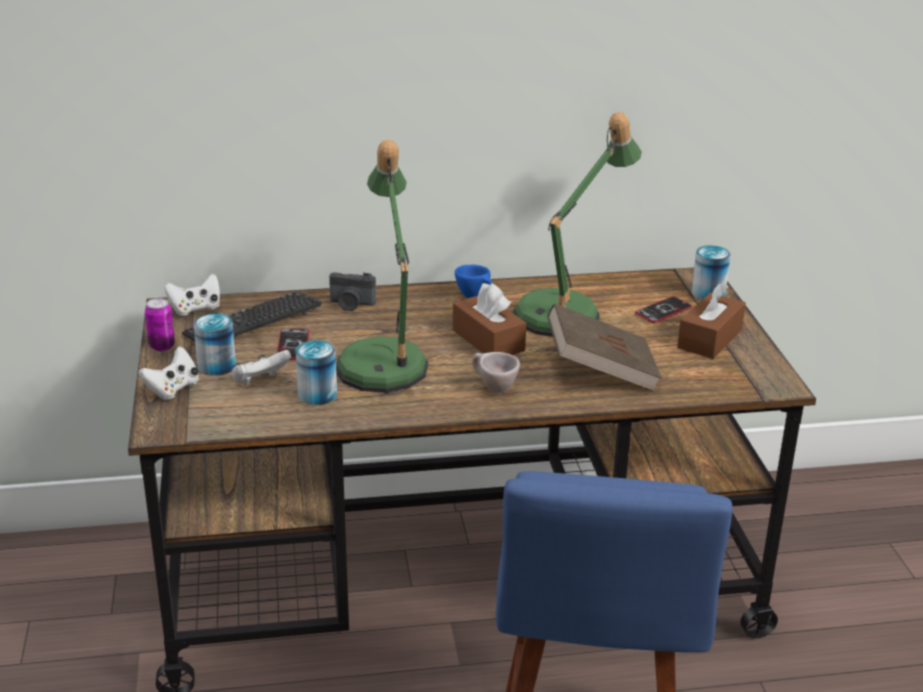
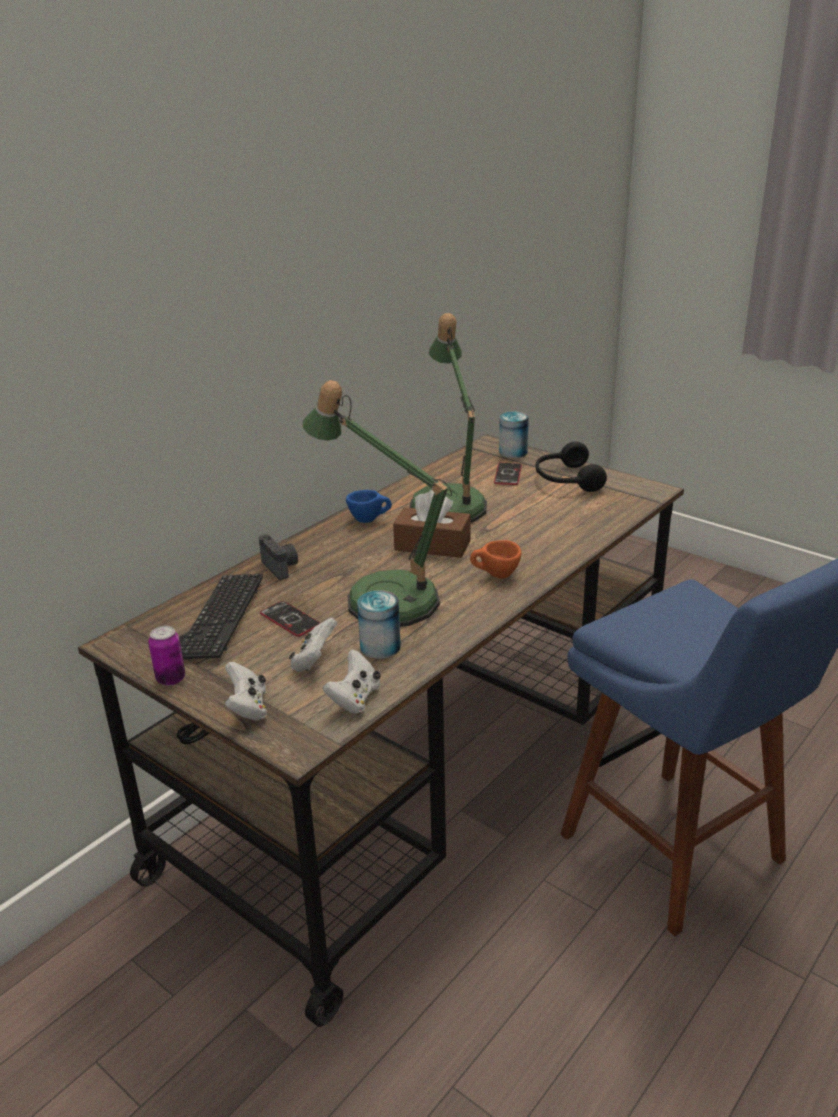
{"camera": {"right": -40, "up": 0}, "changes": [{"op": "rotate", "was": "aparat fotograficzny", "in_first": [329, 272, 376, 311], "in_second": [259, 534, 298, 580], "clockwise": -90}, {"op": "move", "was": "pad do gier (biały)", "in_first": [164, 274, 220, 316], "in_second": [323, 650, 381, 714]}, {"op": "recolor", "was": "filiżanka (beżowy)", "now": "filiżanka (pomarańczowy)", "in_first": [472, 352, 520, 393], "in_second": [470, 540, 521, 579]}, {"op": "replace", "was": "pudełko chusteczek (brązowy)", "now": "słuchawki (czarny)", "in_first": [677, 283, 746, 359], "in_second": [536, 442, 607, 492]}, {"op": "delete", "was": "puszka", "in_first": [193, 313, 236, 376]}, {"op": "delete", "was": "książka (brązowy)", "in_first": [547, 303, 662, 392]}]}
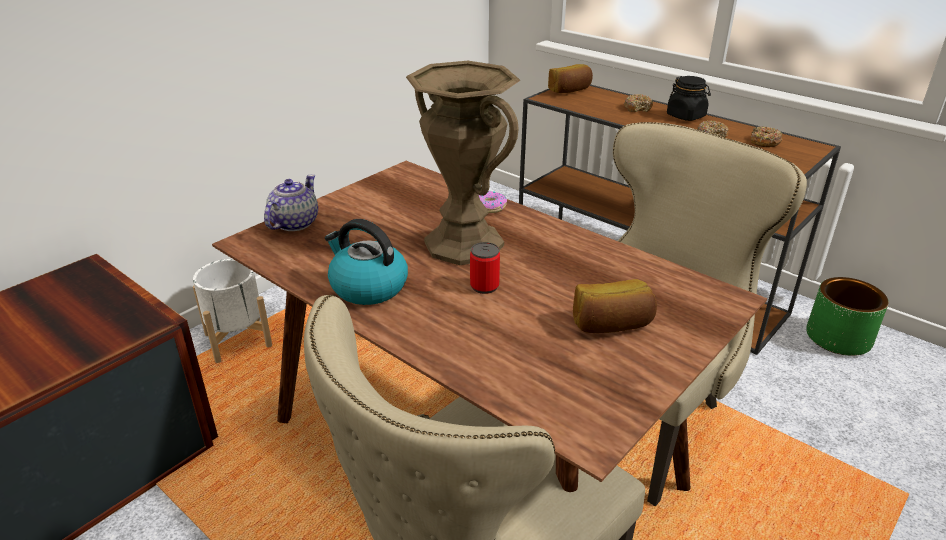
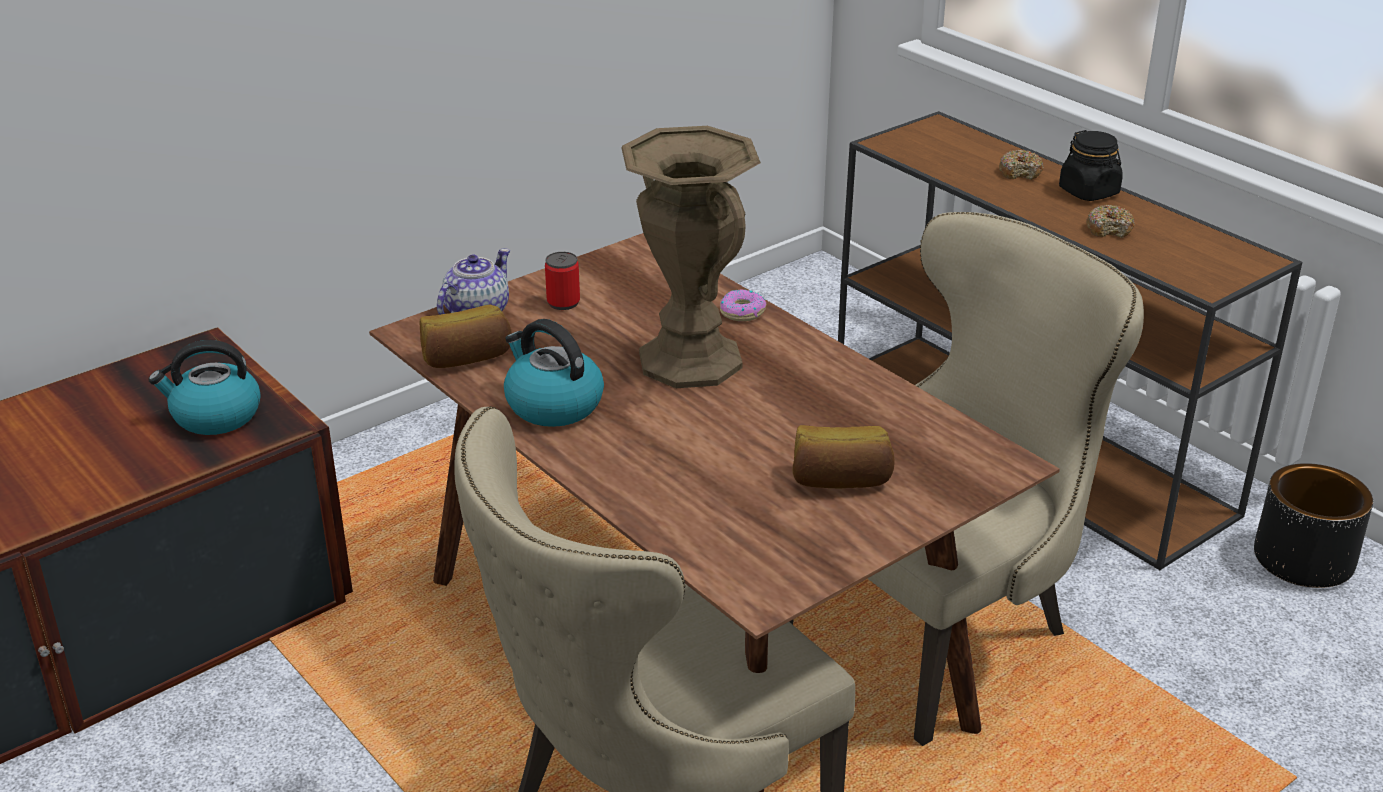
{"camera": {"right": 10, "up": 0}, "changes": [{"op": "insert", "now": "czajnik", "in_second": [149, 340, 261, 435]}, {"op": "move", "was": "chleb", "in_first": [548, 64, 593, 93], "in_second": [420, 304, 512, 368]}, {"op": "move", "was": "puszka", "in_first": [470, 242, 500, 294], "in_second": [545, 252, 580, 310]}, {"op": "recolor", "was": "donica (zielony)", "now": "donica (czarny)", "in_first": [806, 277, 889, 356], "in_second": [1254, 463, 1373, 588]}, {"op": "delete", "was": "donica (biały)", "in_first": [193, 259, 272, 363]}, {"op": "delete", "was": "donut", "in_first": [751, 126, 783, 147]}]}
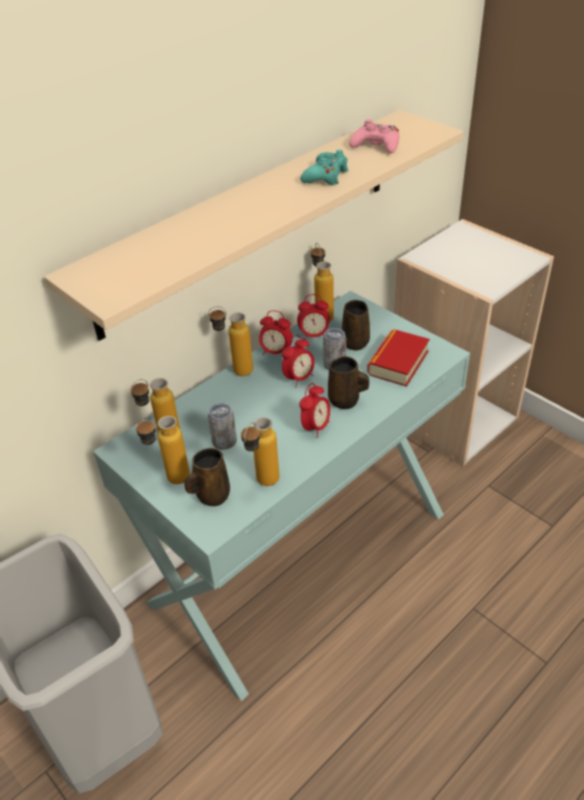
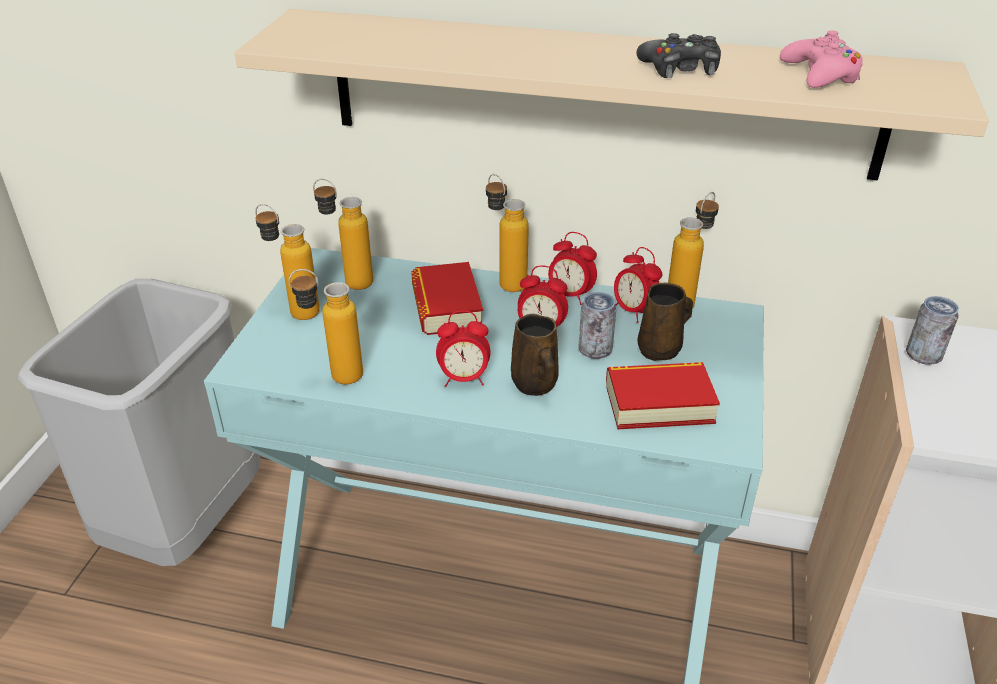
{"camera": {"right": 55, "up": -5}, "changes": [{"op": "insert", "now": "książka", "in_second": [411, 262, 483, 335]}, {"op": "rotate", "was": "budzik", "in_first": [259, 310, 293, 355], "in_second": [548, 232, 597, 305], "clockwise": -45}, {"op": "recolor", "was": "pad do gier (turkusowy)", "now": "pad do gier (czarny)", "in_first": [300, 150, 349, 185], "in_second": [637, 33, 721, 78]}, {"op": "move", "was": "puszka", "in_first": [208, 403, 237, 450], "in_second": [906, 296, 959, 365]}, {"op": "delete", "was": "kubek (brązowy)", "in_first": [184, 448, 230, 506]}]}
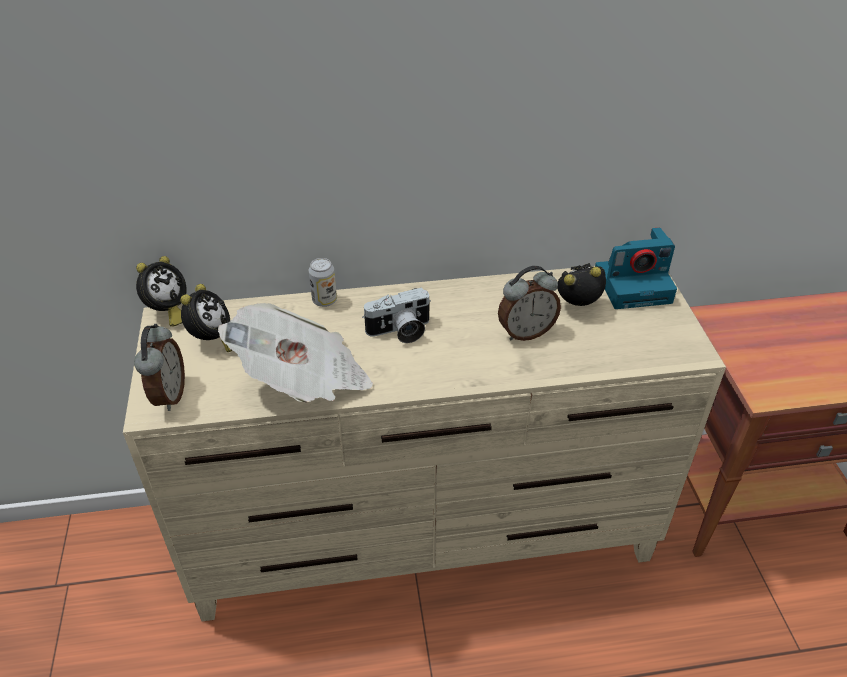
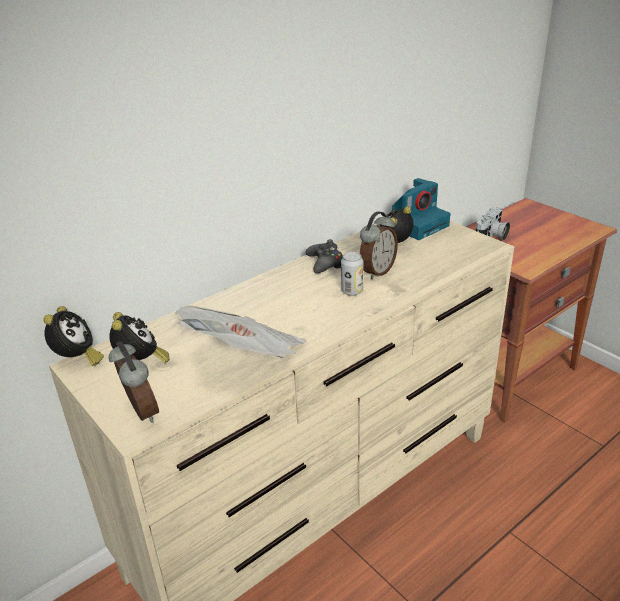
{"camera": {"right": -30, "up": -10}, "changes": [{"op": "insert", "now": "pad do gier (czarny)", "in_second": [306, 239, 343, 273]}, {"op": "move", "was": "puszka", "in_first": [309, 258, 337, 307], "in_second": [341, 252, 363, 296]}, {"op": "move", "was": "aparat fotograficzny", "in_first": [362, 287, 431, 343], "in_second": [476, 208, 510, 240]}]}
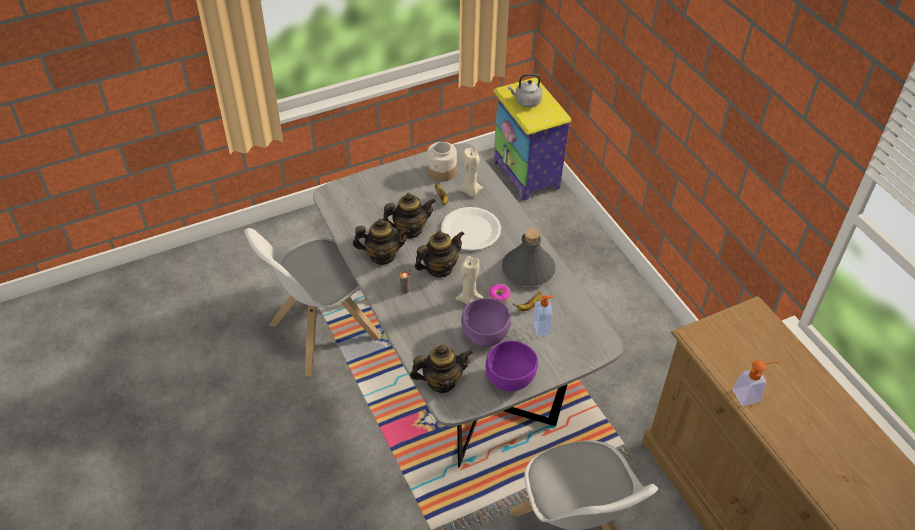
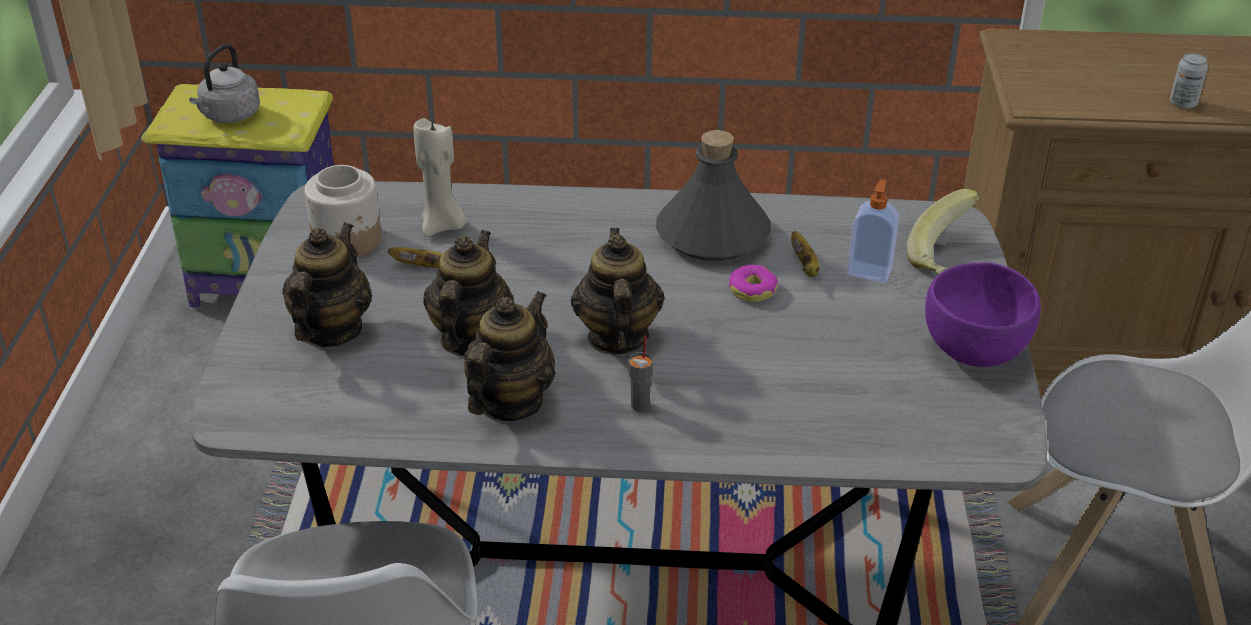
{"camera": {"right": -60, "up": -10}, "changes": [{"op": "move", "was": "imbryk", "in_first": [410, 345, 473, 393], "in_second": [282, 223, 372, 347]}, {"op": "insert", "now": "banan", "in_second": [906, 189, 980, 275]}, {"op": "replace", "was": "dozownik mydła", "now": "puszka", "in_first": [733, 360, 779, 406], "in_second": [1170, 53, 1208, 109]}, {"op": "delete", "was": "talerz (biały)", "in_first": [441, 207, 501, 250]}, {"op": "delete", "was": "świeca (beżowy)", "in_first": [455, 256, 483, 305]}, {"op": "delete", "was": "miska (fioletowy)", "in_first": [461, 298, 511, 347]}]}
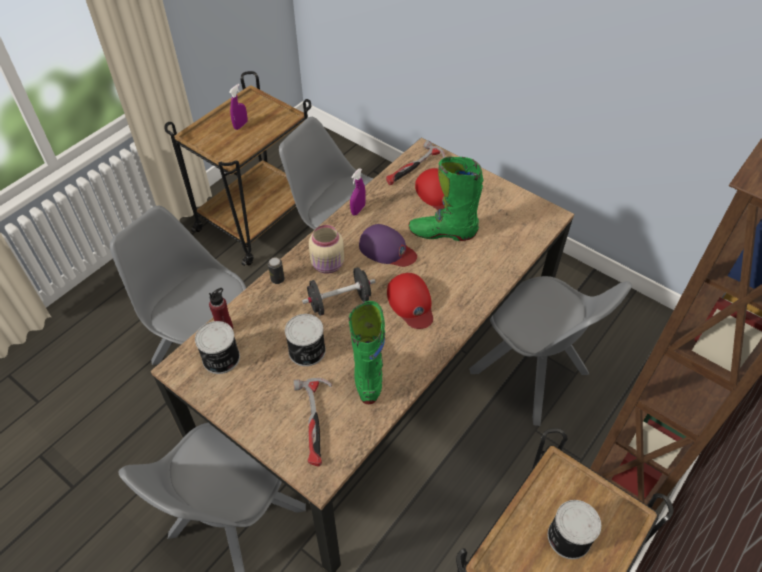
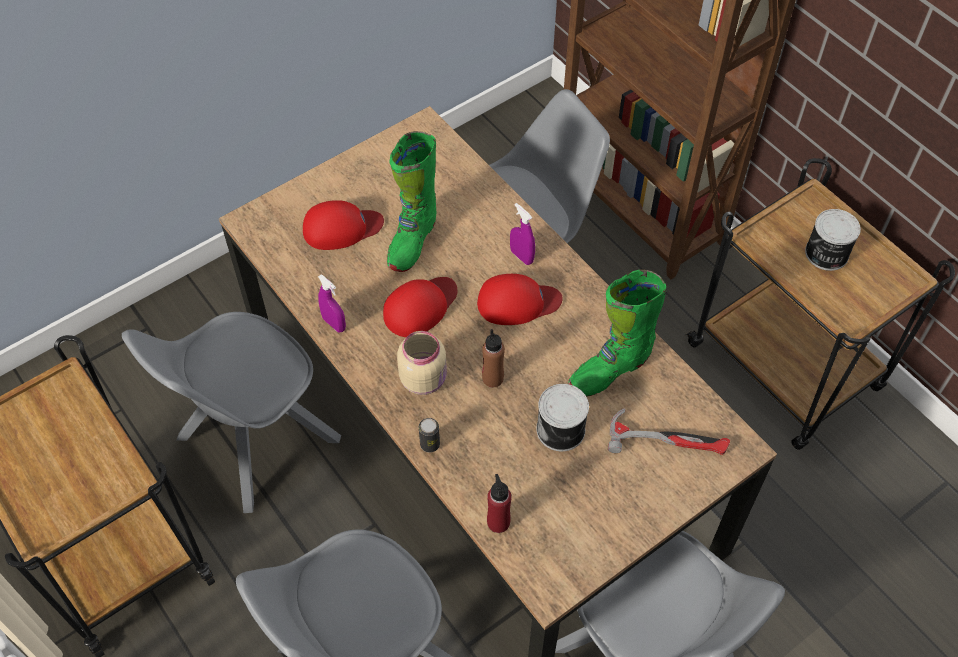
{"camera": {"right": -75, "up": 5}, "changes": [{"op": "recolor", "was": "czapka z daszkiem (fioletowy)", "now": "czapka z daszkiem (czerwony)", "in_first": [359, 224, 417, 267], "in_second": [383, 277, 457, 337]}, {"op": "replace", "was": "hantel (czarny)", "now": "butelka (brązowy)", "in_first": [302, 267, 376, 316], "in_second": [482, 329, 505, 387]}, {"op": "move", "was": "spryskiwacz (fioletowy)", "in_first": [229, 84, 248, 130], "in_second": [510, 203, 535, 265]}, {"op": "rotate", "was": "but z cholewką (zielony)", "in_first": [349, 301, 385, 404], "in_second": [568, 269, 666, 397], "clockwise": -45}, {"op": "delete", "was": "puszka", "in_first": [195, 321, 240, 374]}, {"op": "delete", "was": "młotek", "in_first": [386, 140, 445, 185]}]}
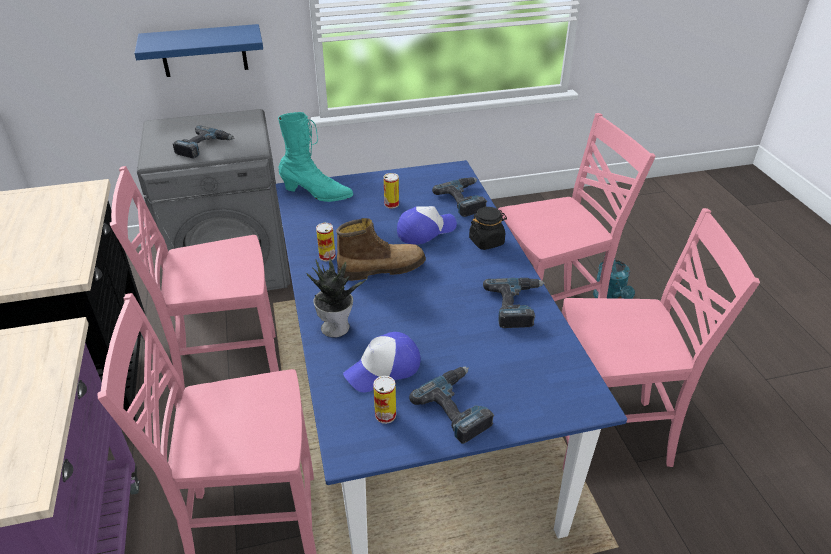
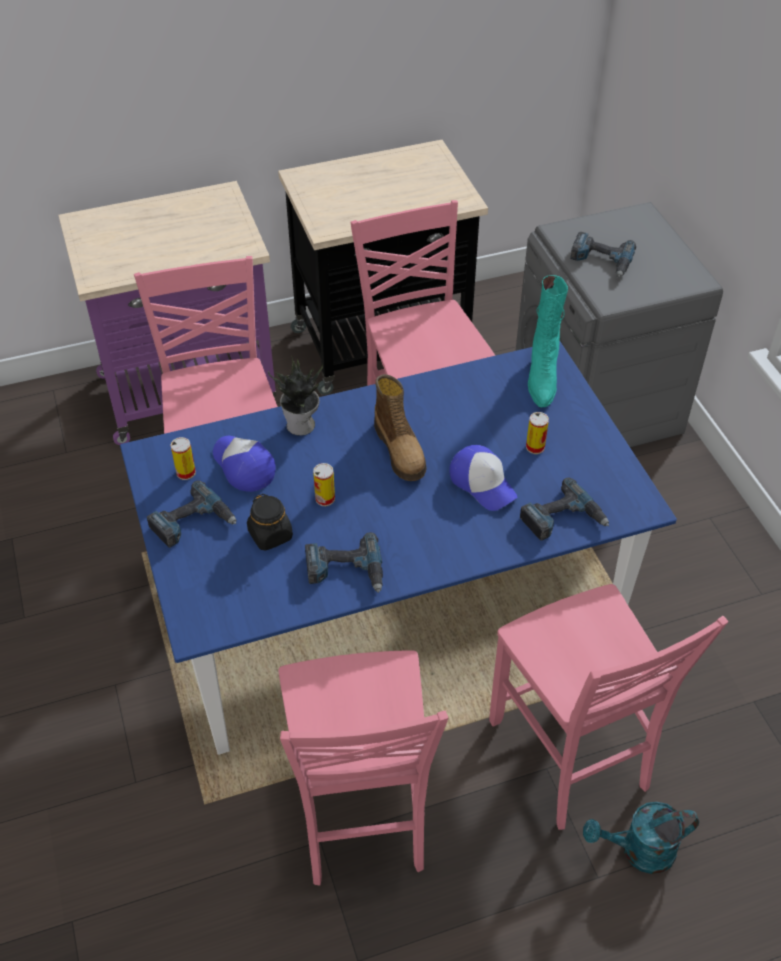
{"camera": {"right": 85, "up": 10}, "changes": [{"op": "move", "was": "słoik (czarny)", "in_first": [469, 207, 507, 250], "in_second": [247, 494, 293, 551]}, {"op": "move", "was": "puszka", "in_first": [316, 223, 336, 261], "in_second": [313, 463, 335, 506]}, {"op": "delete", "was": "półka (niebieski)", "in_first": [134, 24, 263, 77]}]}
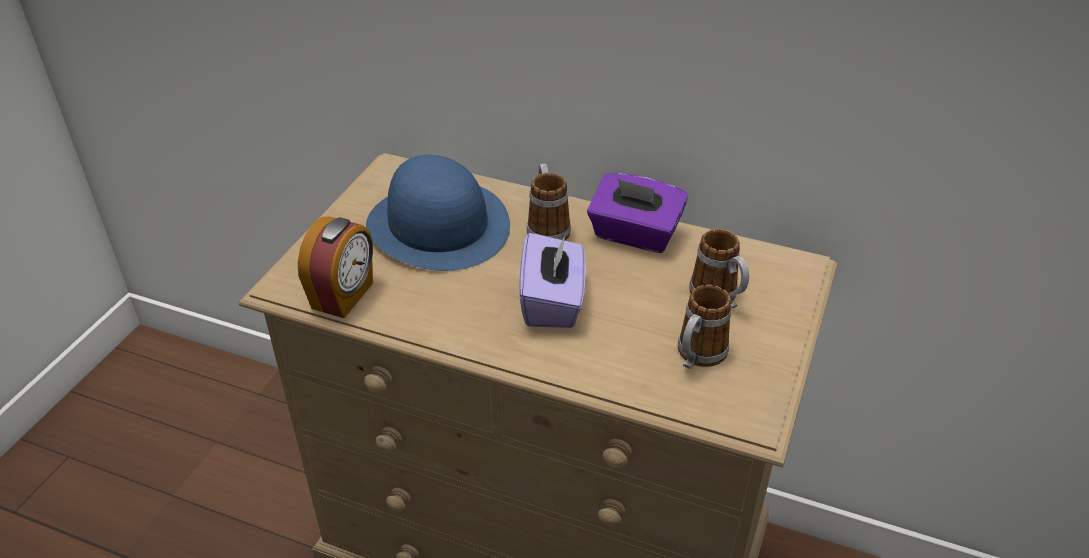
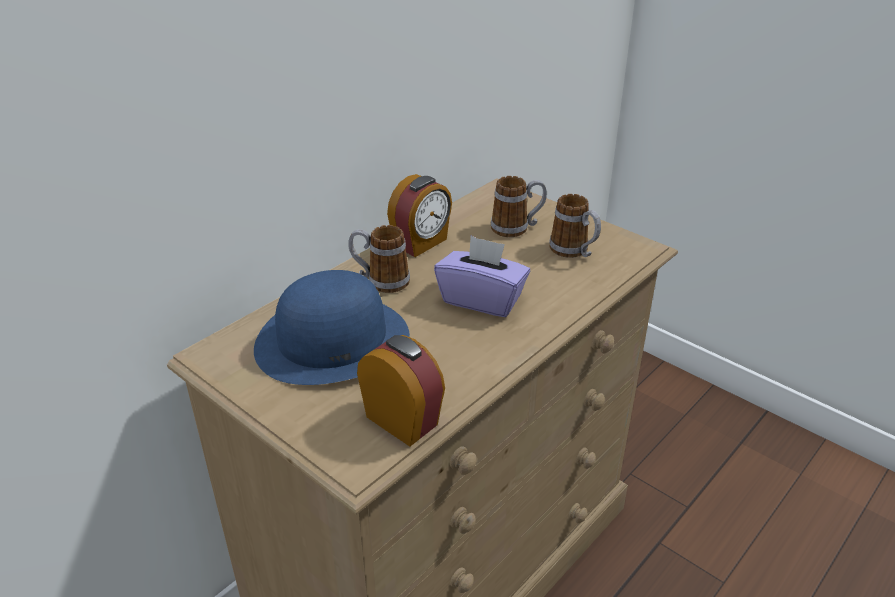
{"camera": {"right": -70, "up": -5}, "changes": [{"op": "replace", "was": "pudełko chusteczek (fioletowy)", "now": "budzik", "in_first": [587, 173, 688, 253], "in_second": [387, 174, 452, 257]}]}
